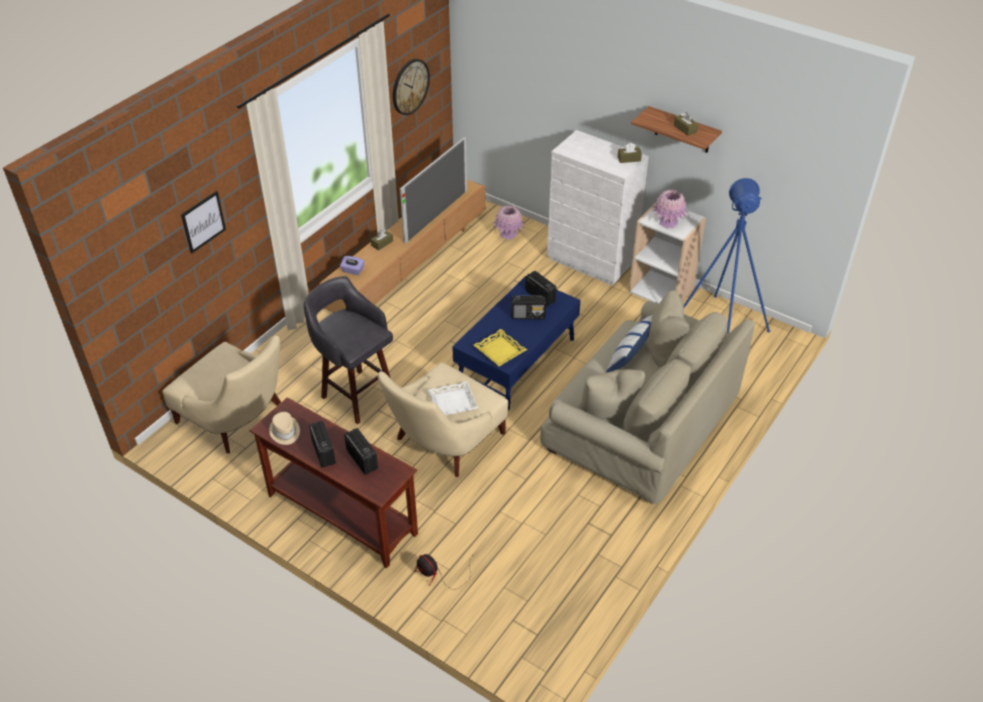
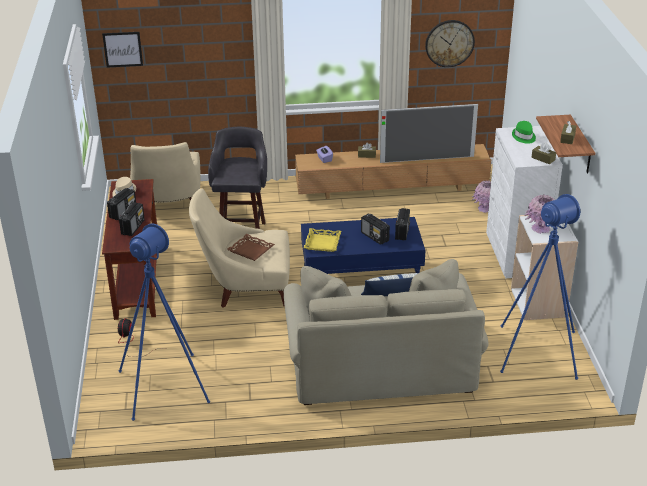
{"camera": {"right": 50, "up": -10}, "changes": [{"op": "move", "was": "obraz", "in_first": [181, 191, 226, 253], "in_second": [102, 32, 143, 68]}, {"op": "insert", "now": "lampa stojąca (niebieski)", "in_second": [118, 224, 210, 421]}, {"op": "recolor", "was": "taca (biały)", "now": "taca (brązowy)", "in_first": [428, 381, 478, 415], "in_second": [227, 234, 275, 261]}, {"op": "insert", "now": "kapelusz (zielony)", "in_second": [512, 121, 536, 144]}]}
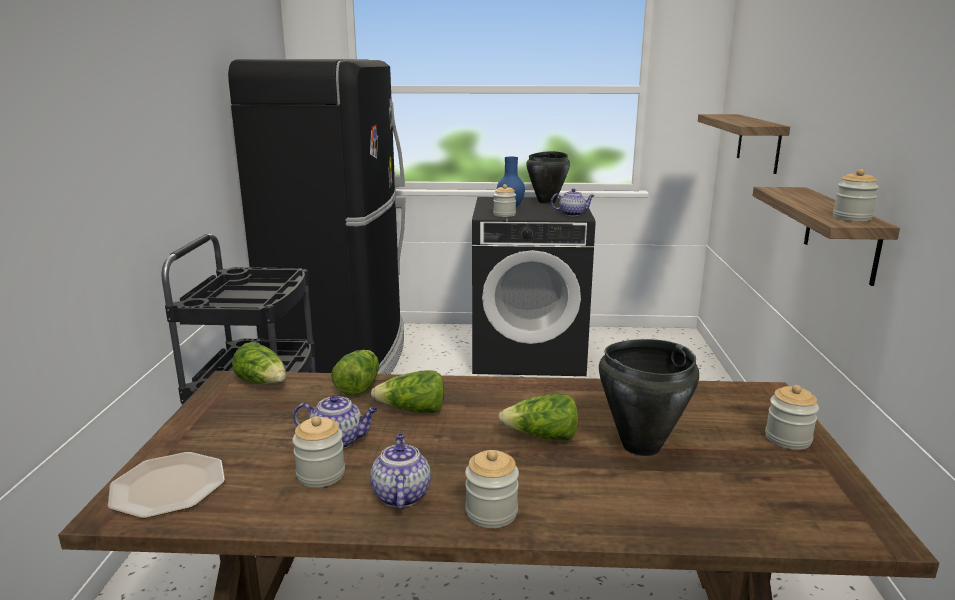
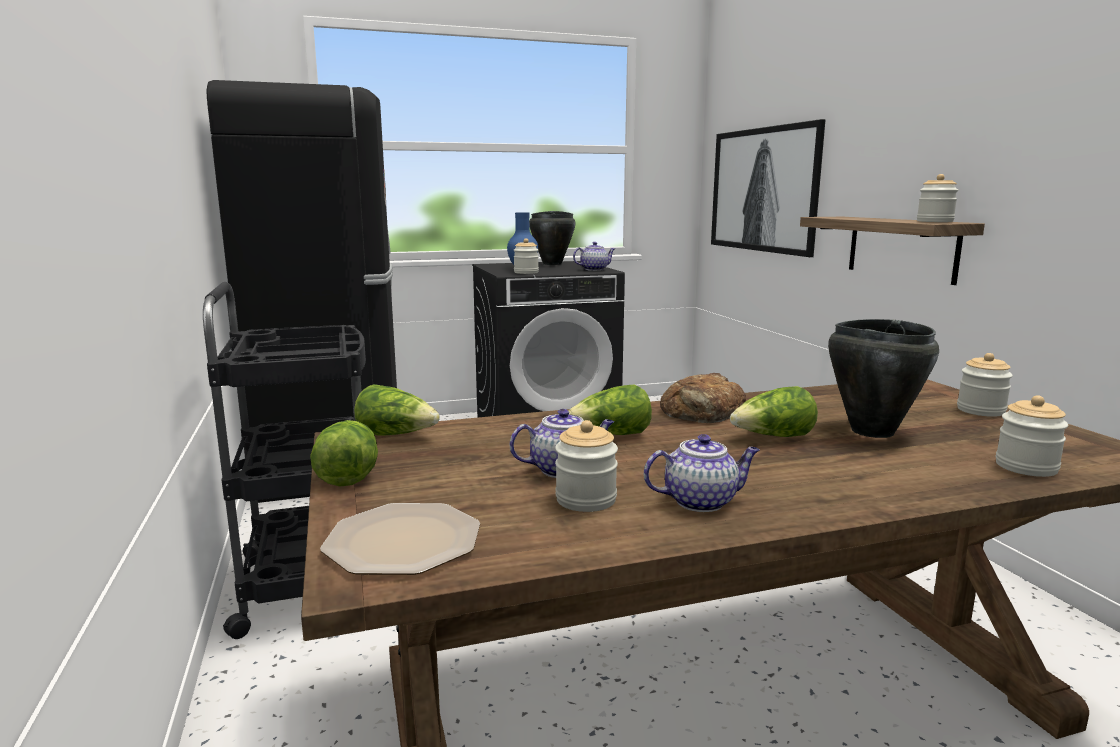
{"camera": {"right": -20, "up": -5}, "changes": [{"op": "move", "was": "sałata", "in_first": [331, 350, 379, 396], "in_second": [310, 420, 378, 487]}, {"op": "rotate", "was": "imbryk", "in_first": [370, 434, 431, 509], "in_second": [644, 434, 760, 512], "clockwise": 105}, {"op": "insert", "now": "chleb", "in_second": [660, 373, 746, 423]}, {"op": "replace", "was": "półka", "now": "obraz", "in_first": [698, 114, 790, 174], "in_second": [711, 119, 826, 257]}, {"op": "move", "was": "słoik", "in_first": [465, 450, 519, 528], "in_second": [996, 395, 1068, 477]}]}
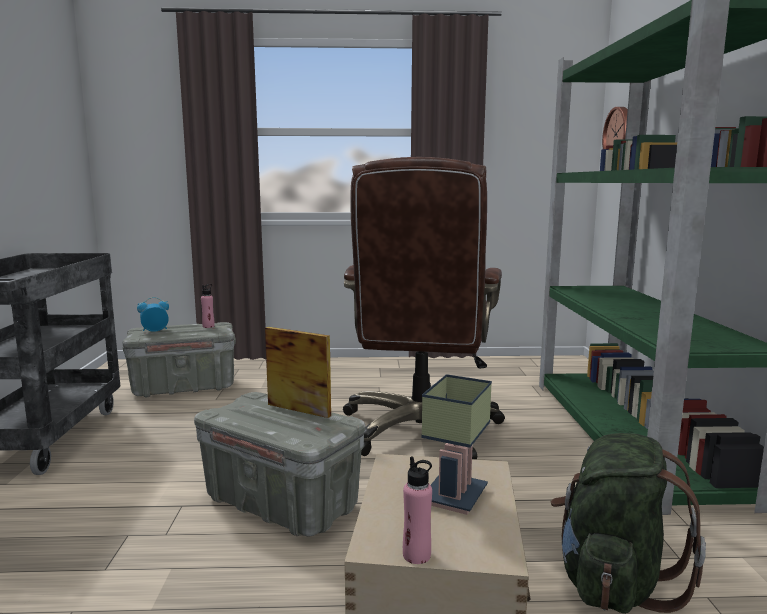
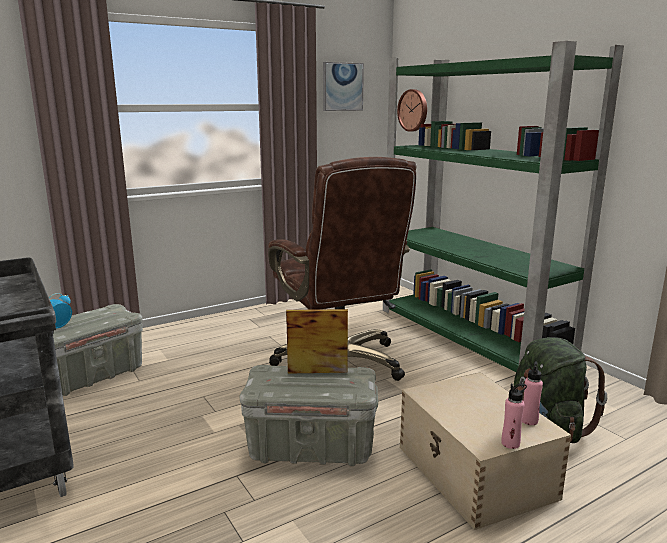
{"camera": {"right": -30, "up": 5}, "changes": [{"op": "insert", "now": "obraz", "in_second": [323, 62, 364, 111]}, {"op": "move", "was": "butelka (różowy)", "in_first": [201, 284, 215, 328], "in_second": [522, 361, 543, 425]}, {"op": "delete", "was": "lampa stołowa", "in_first": [421, 374, 492, 515]}]}
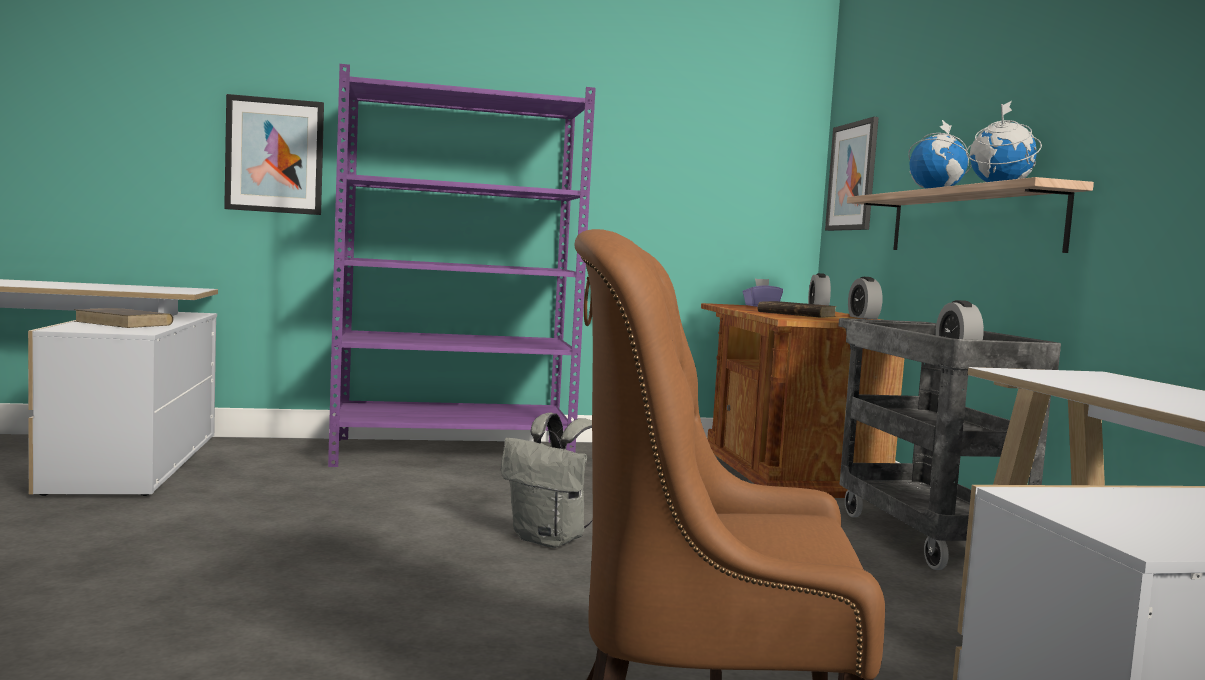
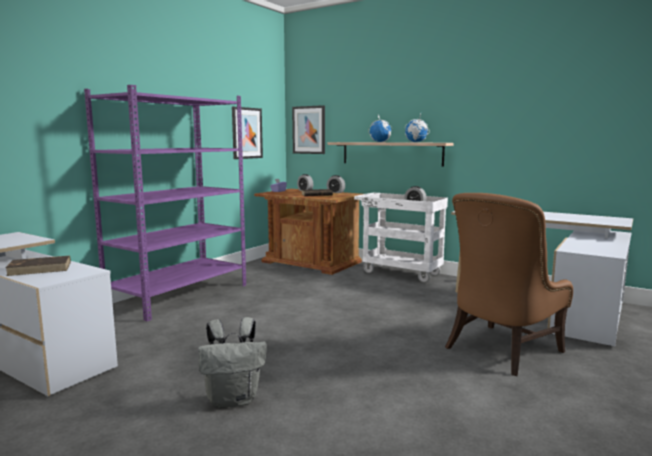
{"camera": {"right": -45, "up": 5}, "changes": [{"op": "move", "was": "plecak (szary)", "in_first": [501, 413, 593, 548], "in_second": [198, 317, 267, 408]}, {"op": "move", "was": "obraz", "in_first": [224, 94, 324, 215], "in_second": [232, 107, 263, 159]}, {"op": "recolor", "was": "wózek (czarny)", "now": "wózek (biały)", "in_first": [838, 318, 1061, 570], "in_second": [354, 193, 448, 283]}]}
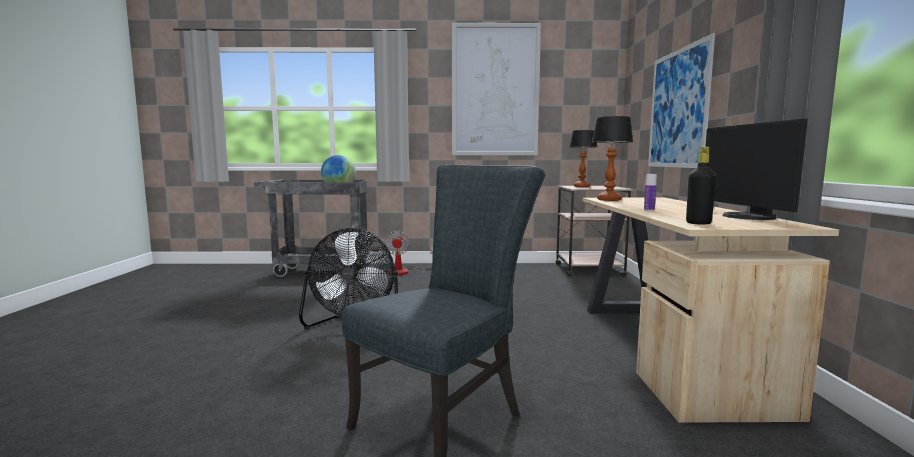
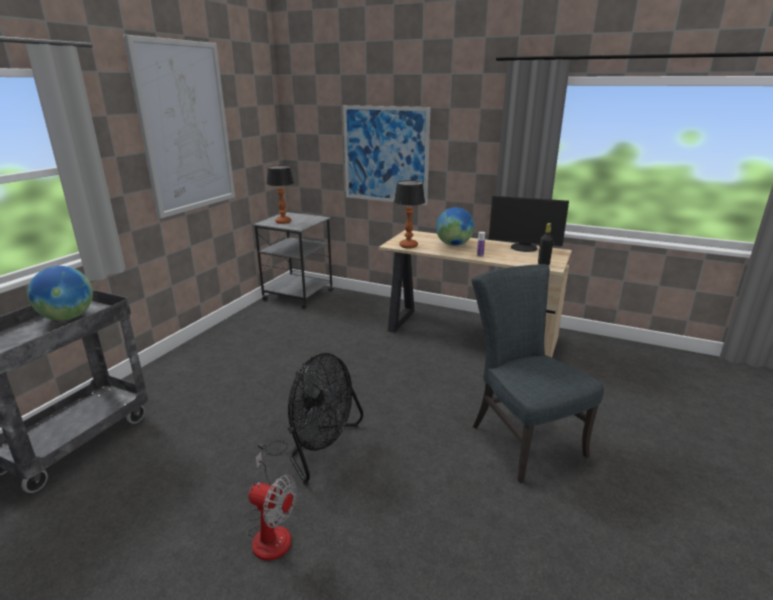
{"camera": {"right": -65, "up": 15}, "changes": [{"op": "move", "was": "wentylator", "in_first": [384, 230, 433, 275], "in_second": [247, 452, 297, 561]}, {"op": "recolor", "was": "wózek (brązowy)", "now": "wózek (szary)", "in_first": [555, 186, 633, 277], "in_second": [253, 212, 333, 309]}, {"op": "insert", "now": "globus", "in_second": [436, 207, 474, 246]}]}
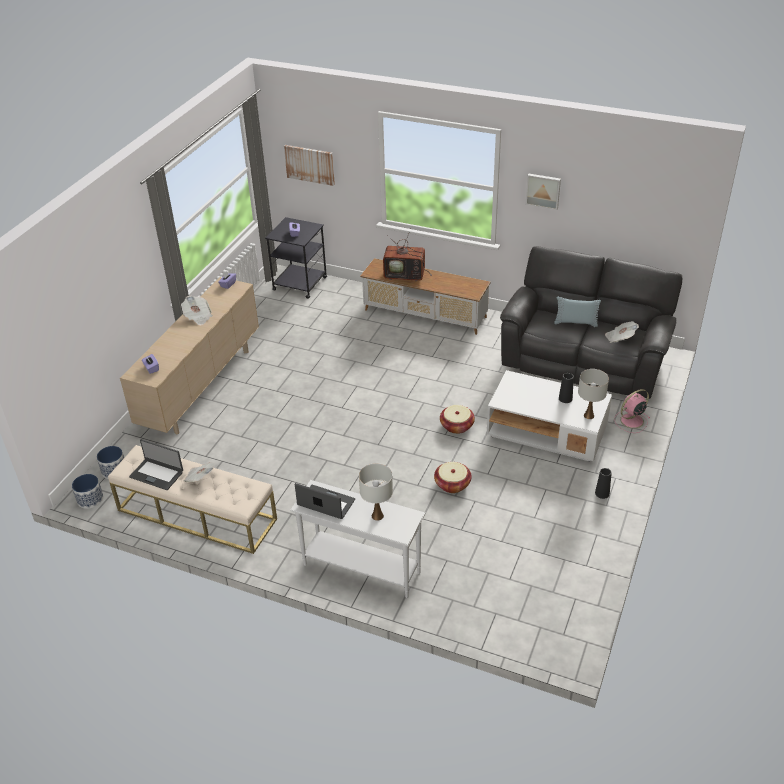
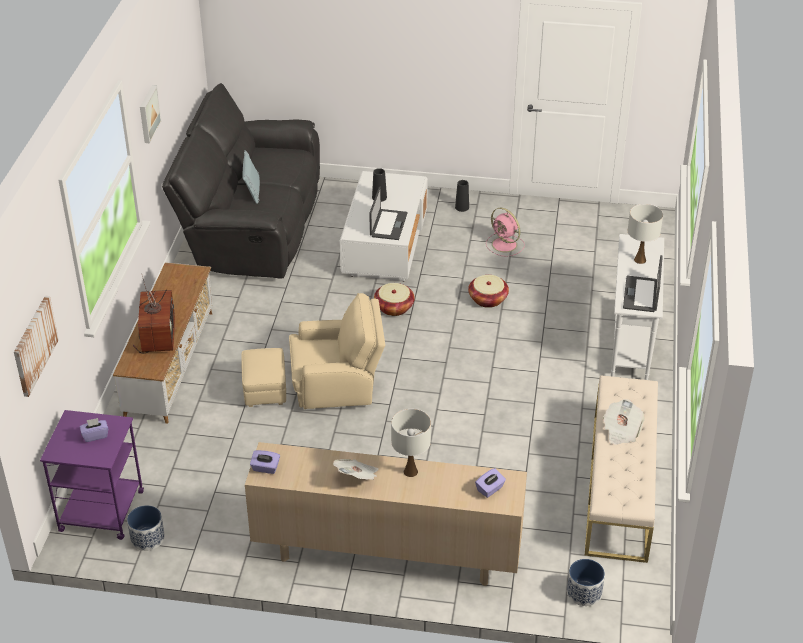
{"camera": {"right": -105, "up": 0}, "changes": [{"op": "recolor", "was": "wózek (czarny)", "now": "wózek (fioletowy)", "in_first": [265, 217, 327, 299], "in_second": [40, 410, 144, 540]}, {"op": "move", "was": "donica", "in_first": [72, 474, 103, 509], "in_second": [127, 505, 165, 551]}, {"op": "insert", "now": "fotel (beżowy)", "in_second": [241, 293, 385, 409]}, {"op": "move", "was": "laptop", "in_first": [129, 439, 183, 490], "in_second": [369, 187, 408, 240]}, {"op": "move", "was": "lampa stołowa (biały)", "in_first": [578, 369, 609, 419], "in_second": [391, 409, 431, 477]}, {"op": "move", "was": "wentylator (różowy)", "in_first": [614, 389, 650, 433], "in_second": [486, 207, 525, 257]}, {"op": "delete", "was": "gazeta", "in_first": [605, 321, 639, 343]}]}
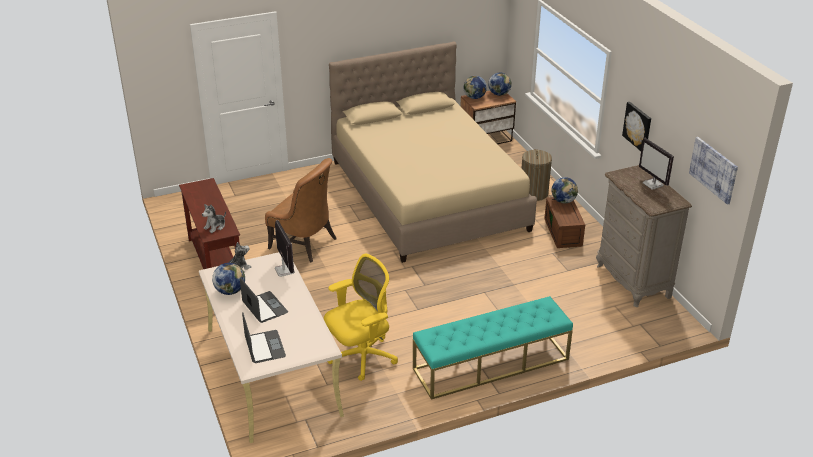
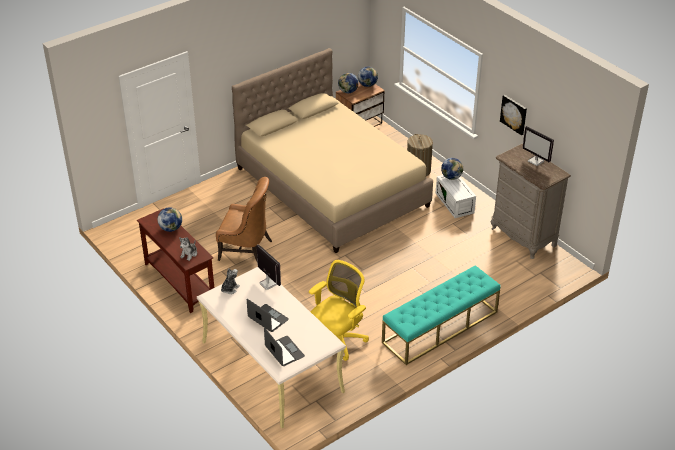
{"camera": {"right": -15, "up": 5}, "changes": [{"op": "move", "was": "globus", "in_first": [212, 263, 245, 295], "in_second": [158, 207, 182, 232]}, {"op": "recolor", "was": "pojemnik do przechowywania (brązowy)", "now": "pojemnik do przechowywania (biały)", "in_first": [544, 197, 585, 248], "in_second": [436, 175, 476, 218]}, {"op": "delete", "was": "obraz", "in_first": [689, 137, 738, 205]}]}
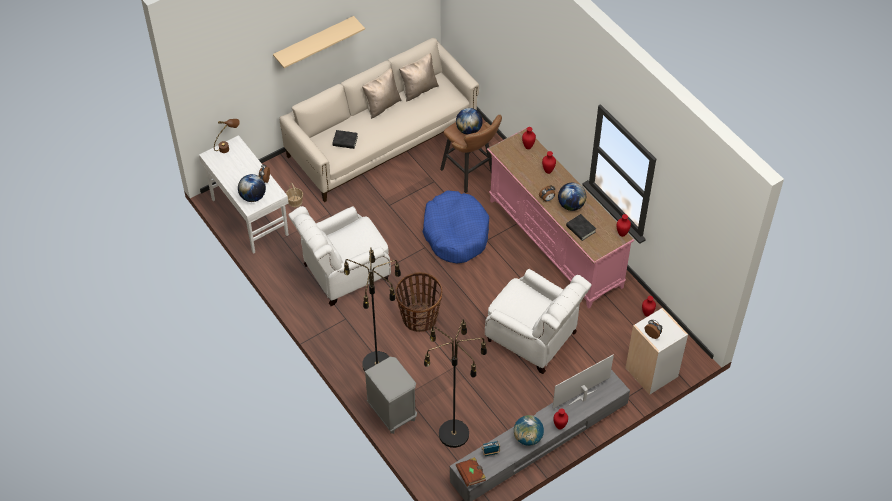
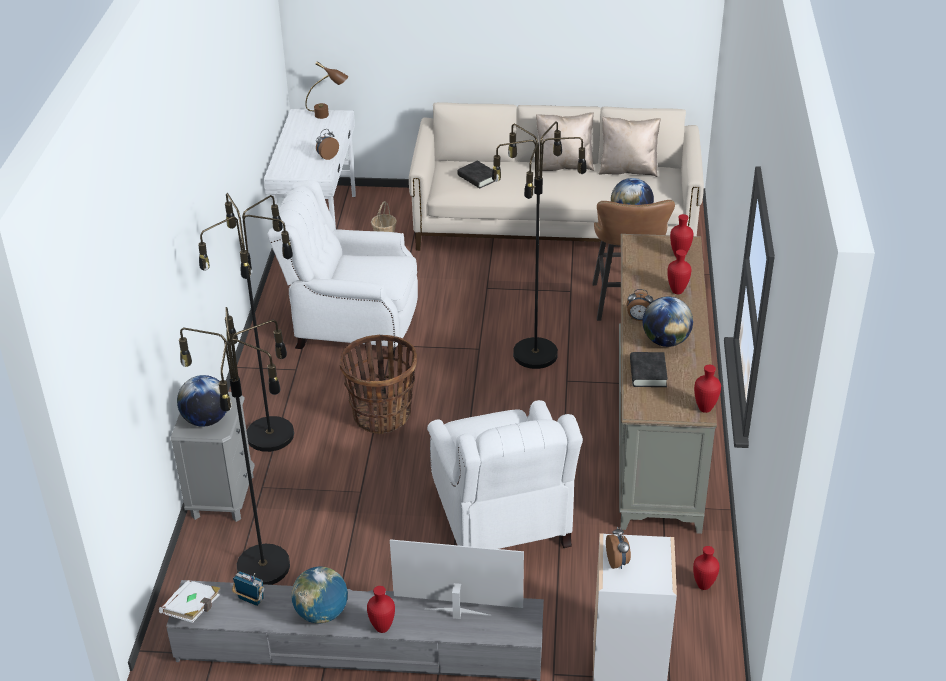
{"camera": {"right": 40, "up": -15}, "changes": [{"op": "recolor", "was": "książka (brązowy)", "now": "książka (biały)", "in_first": [456, 457, 486, 487], "in_second": [159, 580, 221, 623]}, {"op": "move", "was": "globus", "in_first": [238, 174, 266, 202], "in_second": [177, 375, 226, 427]}, {"op": "replace", "was": "legowisko (niebieski)", "now": "lampa stojąca", "in_first": [423, 190, 489, 264], "in_second": [492, 121, 587, 369]}, {"op": "recolor", "was": "szafka (różowy)", "now": "szafka (szary)", "in_first": [487, 128, 634, 309], "in_second": [619, 234, 717, 534]}, {"op": "delete", "was": "półka (beżowy)", "in_first": [273, 16, 365, 68]}]}
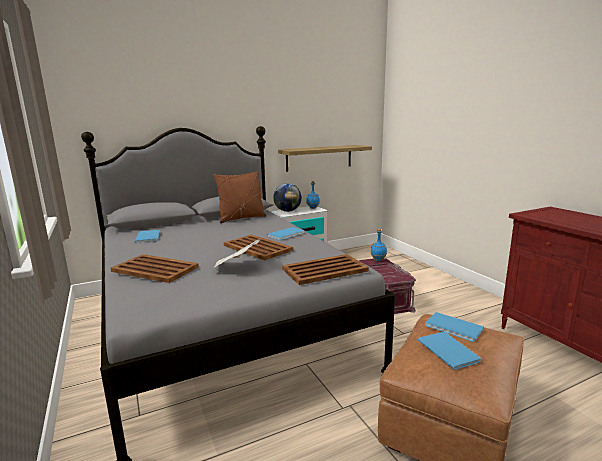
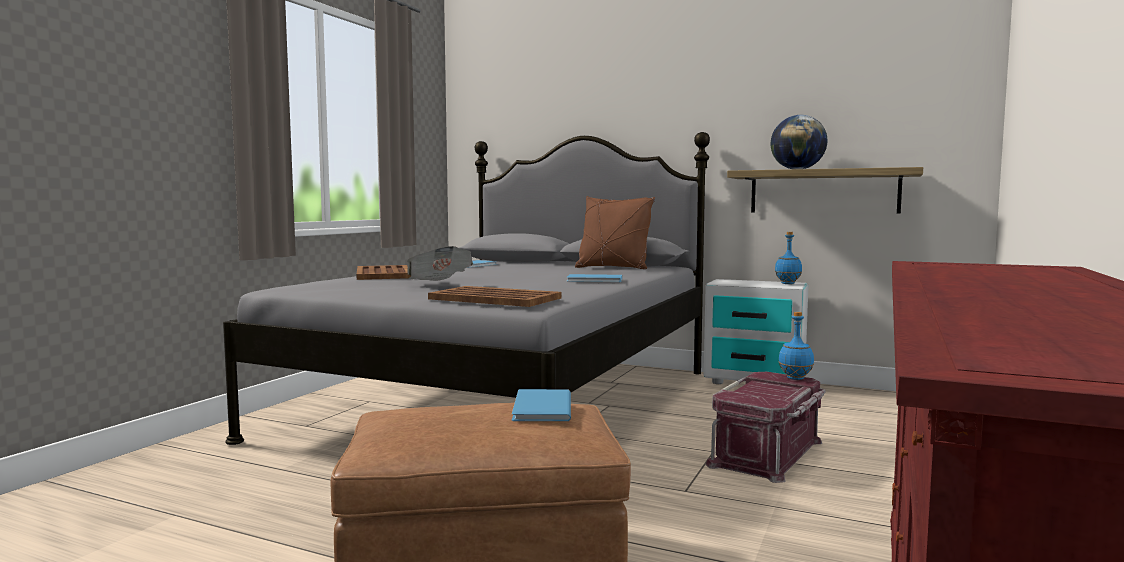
{"camera": {"right": 50, "up": -10}, "changes": [{"op": "move", "was": "globus", "in_first": [273, 183, 302, 212], "in_second": [771, 115, 827, 169]}, {"op": "delete", "was": "taca (brązowy)", "in_first": [224, 235, 293, 260]}, {"op": "delete", "was": "książka (niebieski)", "in_first": [418, 332, 481, 370]}]}
